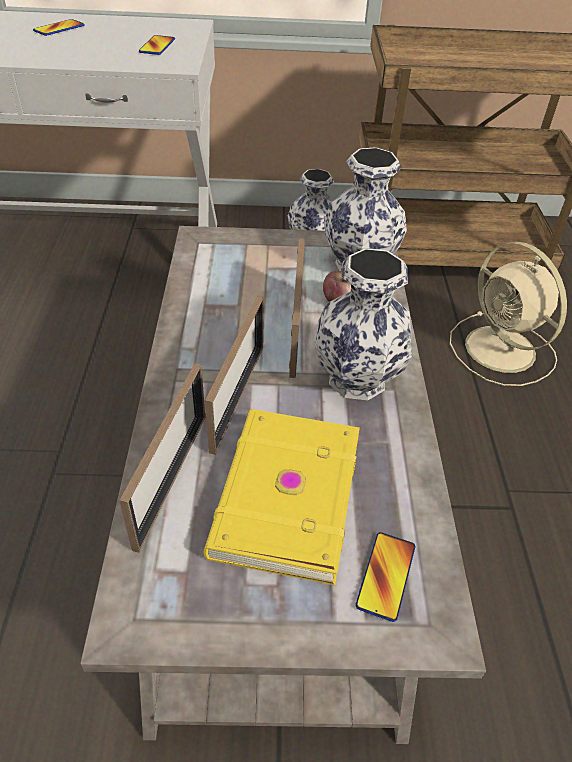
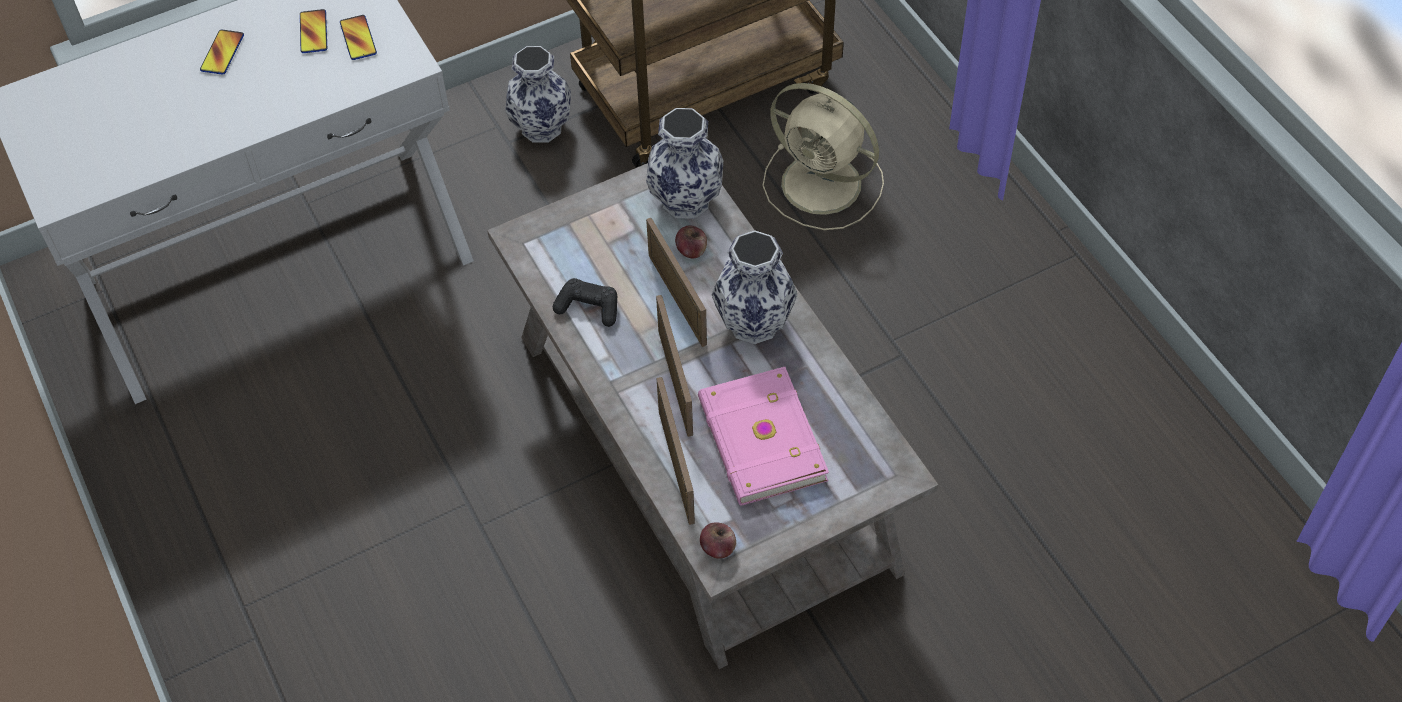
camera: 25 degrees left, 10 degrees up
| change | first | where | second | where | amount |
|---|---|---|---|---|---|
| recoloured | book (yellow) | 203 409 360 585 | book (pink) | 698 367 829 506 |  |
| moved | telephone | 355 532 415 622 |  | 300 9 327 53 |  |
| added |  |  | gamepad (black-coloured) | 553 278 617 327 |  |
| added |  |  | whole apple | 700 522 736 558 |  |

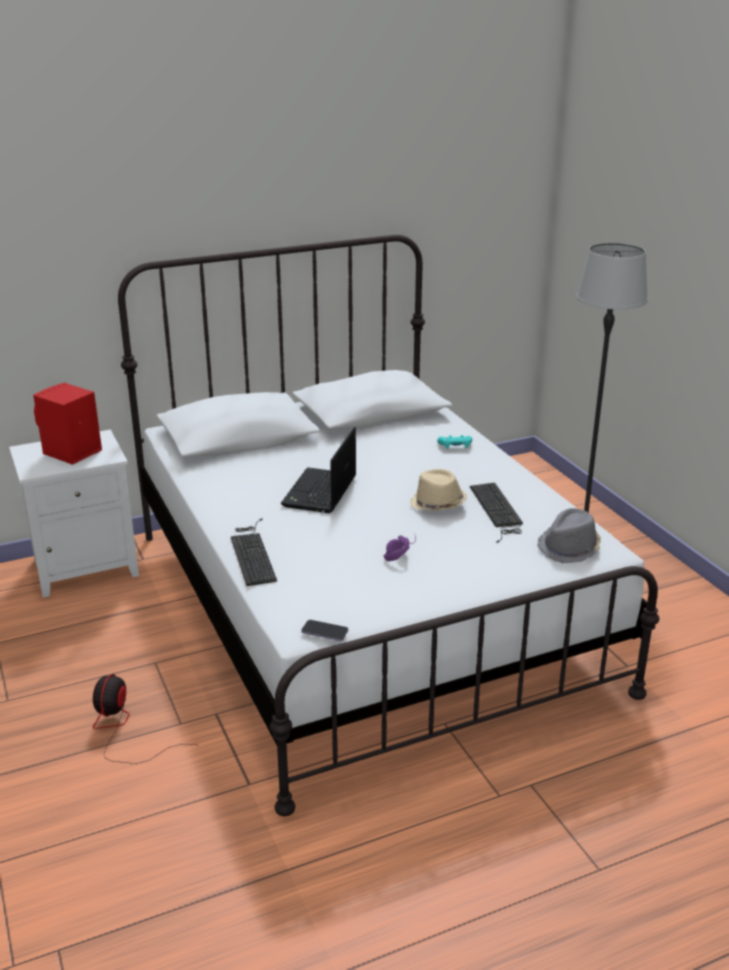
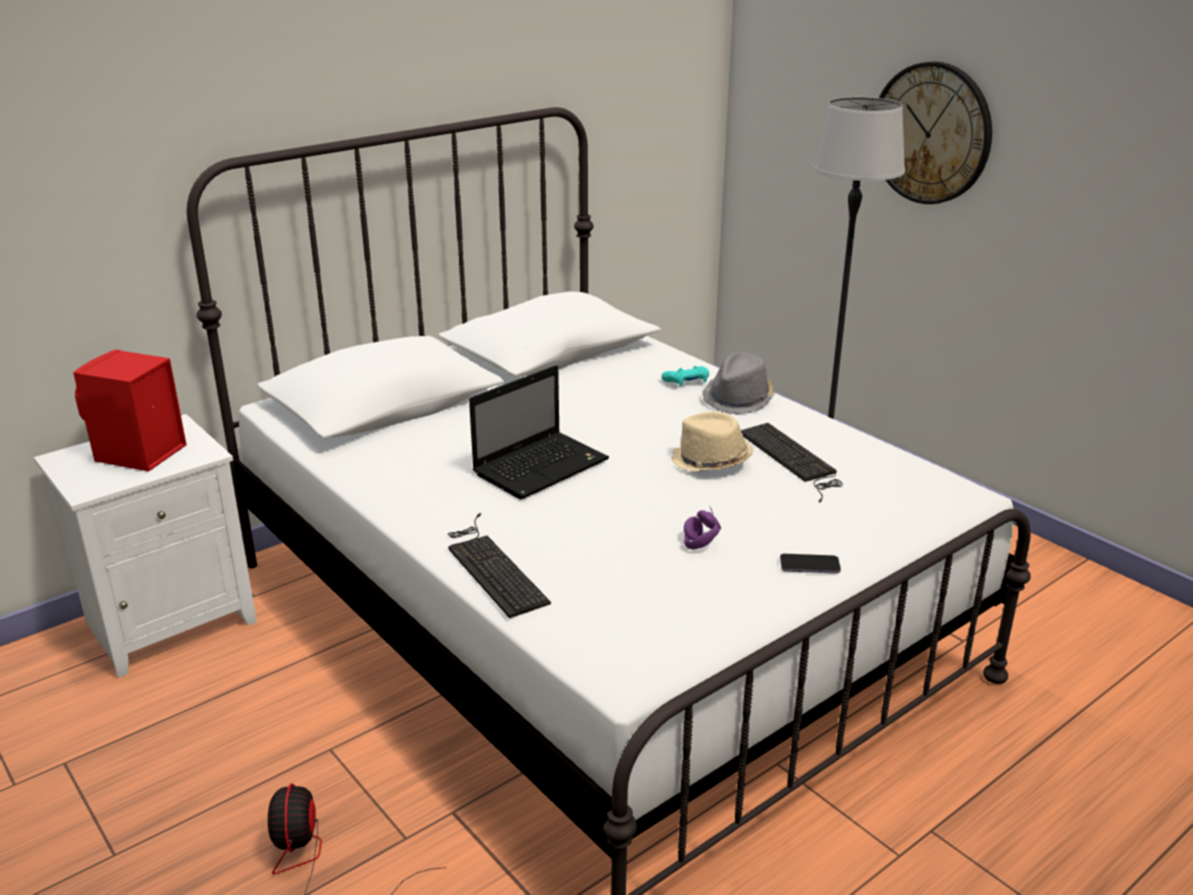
camera: 15 degrees left, 0 degrees up
| change | first | where | second | where | amount |
|---|---|---|---|---|---|
| turned | laptop | 281 427 356 513 |  | 469 365 609 499 | 135 degrees counterclockwise |
| moved | hat (gray) | 537 508 601 563 |  | 702 352 775 415 |  |
| moved | telephone | 302 620 348 641 |  | 780 554 841 574 |  |
| added |  |  | clock on the wall | 879 61 992 204 |  |

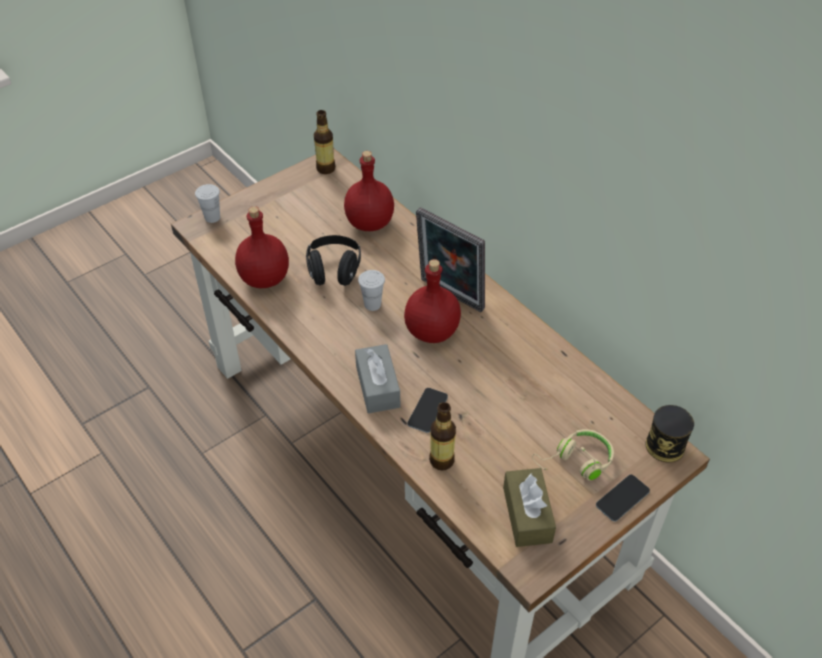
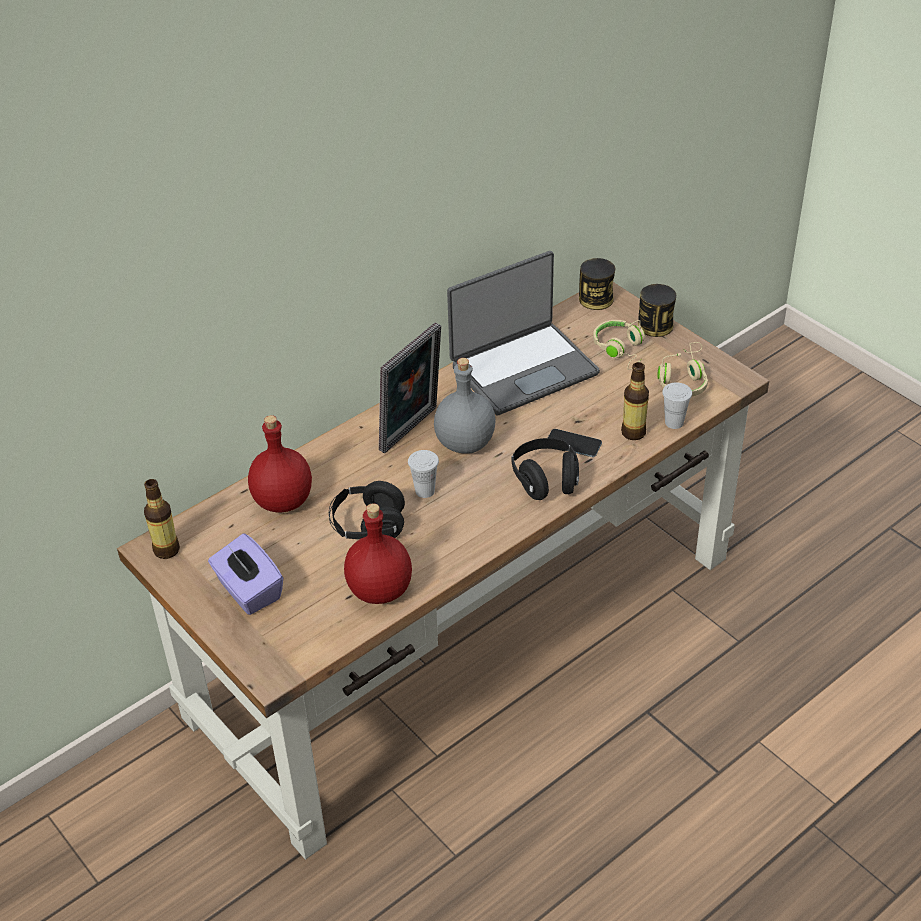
camera: 90 degrees left, 5 degrees down
| change | first | where | second | where | amount |
|---|---|---|---|---|---|
| moved | small cup (white-coloured) | 195 184 220 223 |  | 662 382 692 429 |  |
| recoloured | bottle (reddish) | 404 259 461 343 | bottle (gray) | 434 358 496 454 |  |
| replaced | box of tissues (gray) | 355 344 400 414 | headset (black-coloured) | 512 438 579 500 |  |
| replaced | box of tissues (brown) | 503 468 556 547 | headset (beige-coloured) | 657 342 708 396 |  |
| replaced | telephone | 596 475 650 522 | metal can | 638 284 676 337 |  |
| added |  |  | laptop | 447 251 600 416 |  |
| added |  |  | box of tissues (purple-coloured) | 208 534 283 615 |  |

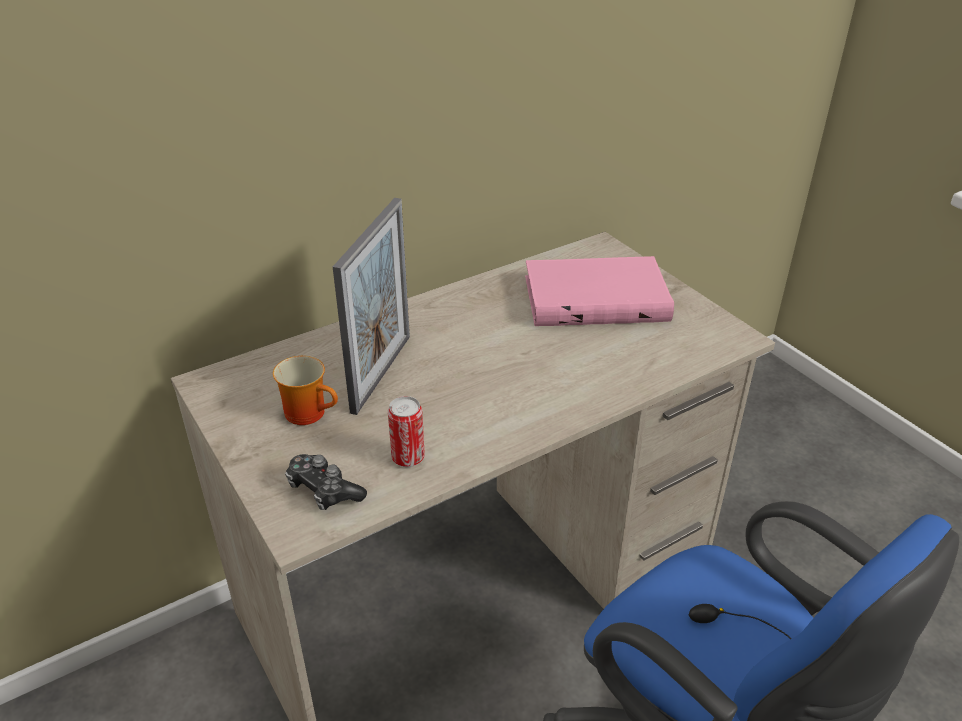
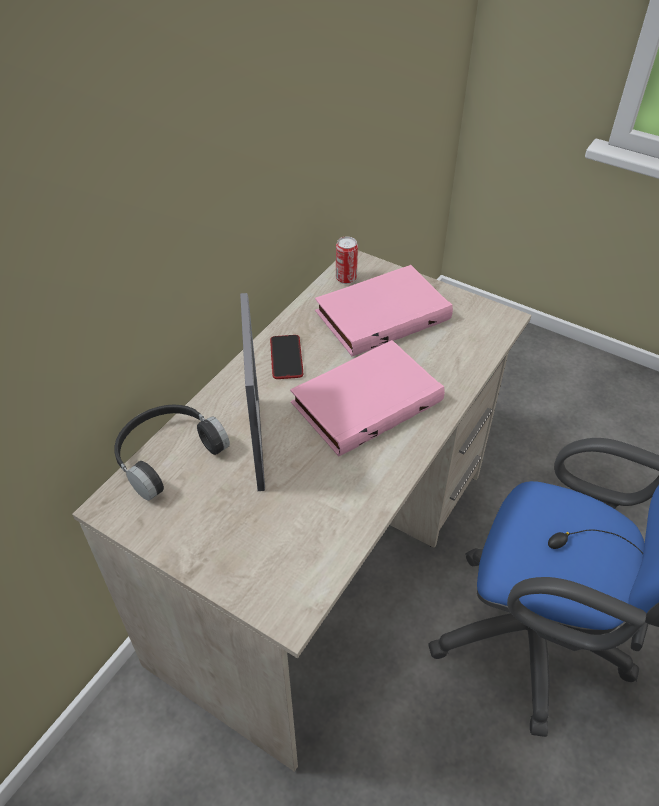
camera: 25 degrees left, 10 degrees up
| change | first | where | second | where | amount |
|---|---|---|---|---|---|
| removed | mug | 273 356 338 425 |  |  |  |
| moved | metal can | 388 396 425 467 |  | 336 236 358 284 |  |
| removed | gamepad | 285 454 367 510 |  |  |  |
| added |  |  | telephone | 270 335 303 379 |  |
| added |  |  | book (pink) | 290 340 445 457 |  |
| added |  |  | headset (black-coloured) | 114 405 230 501 |  |

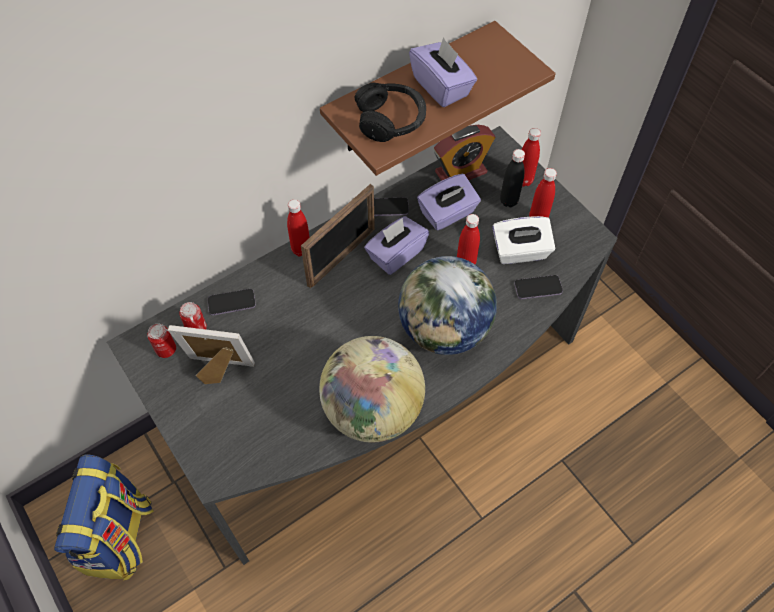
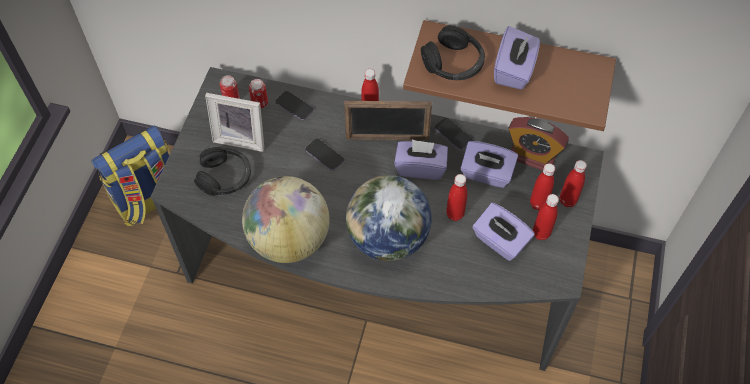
camera: 50 degrees right, 0 degrees up
| change | first | where | second | where | amount |
|---|---|---|---|---|---|
| recoloured | bottle (black-coloured) | 500 149 525 207 | bottle (reddish) | 530 163 555 210 |  |
| recoloured | box of tissues (white-coloured) | 492 216 555 264 | box of tissues (purple-coloured) | 472 203 535 261 |  |
| moved | telephone | 514 275 563 299 |  | 305 138 344 171 |  |
| turned | picture frame | 168 325 255 384 |  | 205 93 264 152 | 135 degrees clockwise |
| added |  |  | headset (black-coloured) | 194 147 251 196 |  |

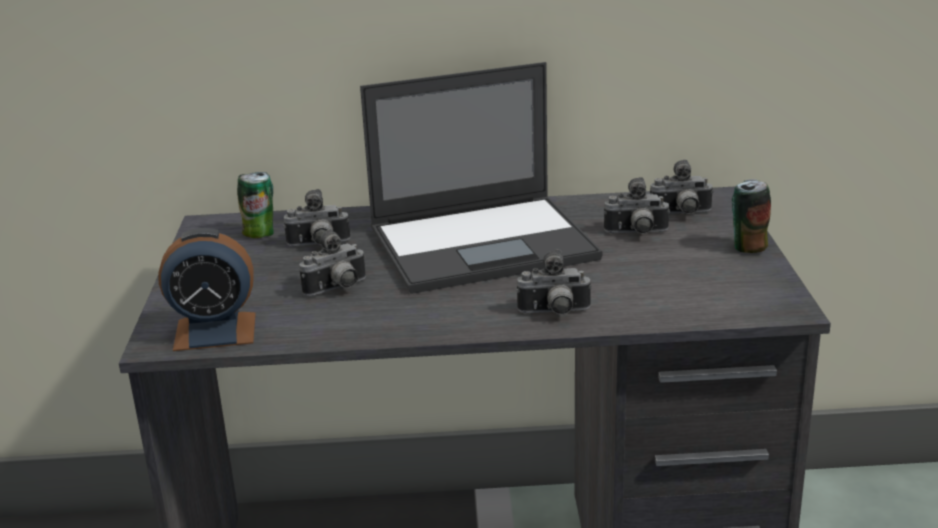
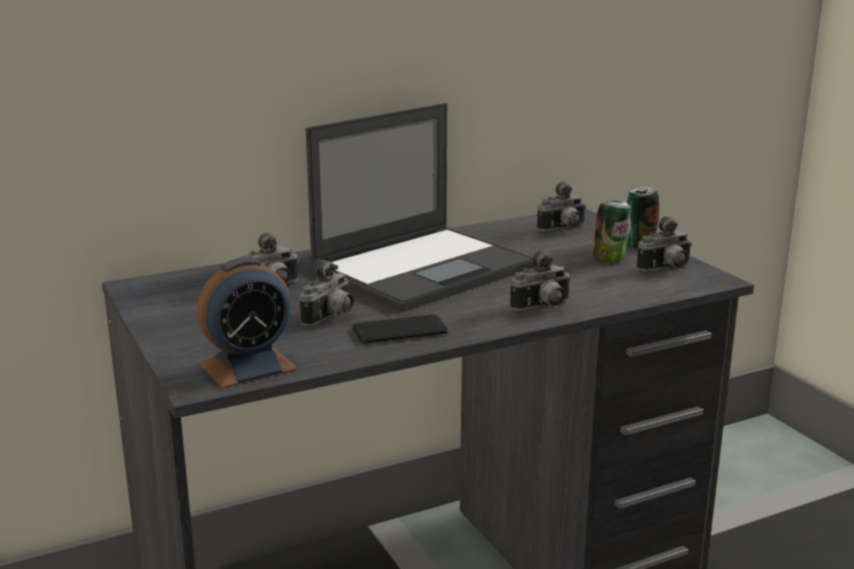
camera: 25 degrees left, 5 degrees down
| change | first | where | second | where | amount |
|---|---|---|---|---|---|
| moved | metal can | 237 172 274 238 |  | 593 200 631 262 |  |
| moved | photo camera | 604 177 670 234 |  | 636 216 692 272 |  |
| added |  |  | telephone | 352 314 448 344 |  |

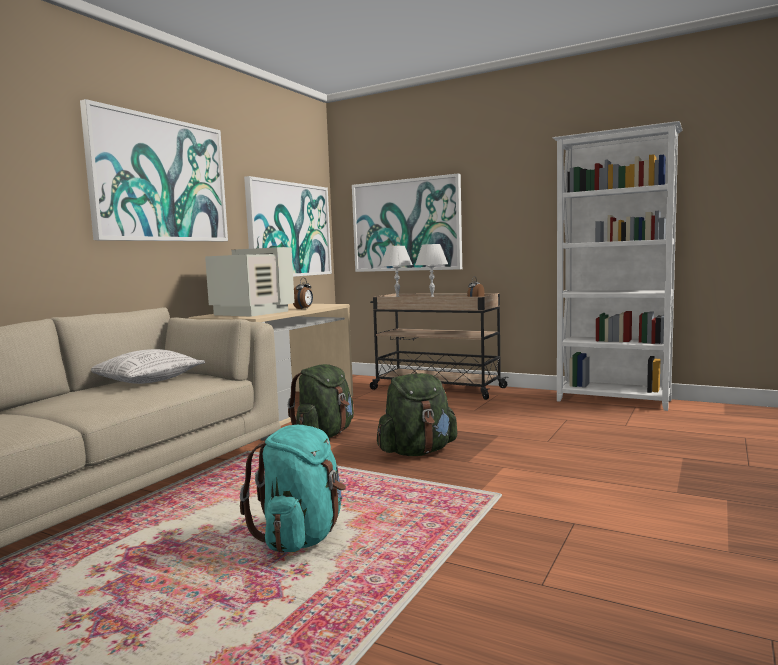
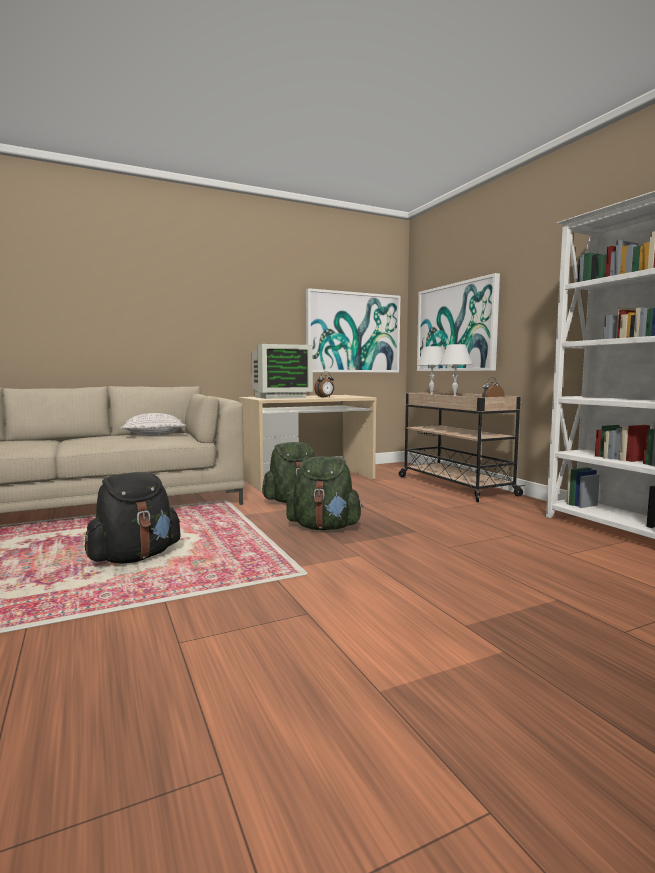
camera: 35 degrees right, 0 degrees up
| change | first | where | second | where | amount |
|---|---|---|---|---|---|
| removed | wall art | 80 99 228 241 |  |  |  |
| turned | monitor | 205 247 295 317 |  | 251 344 313 399 | 90 degrees clockwise |
| recoloured | knapsack (turquoise) | 240 425 346 553 | knapsack (black-coloured) | 85 472 181 564 |  |

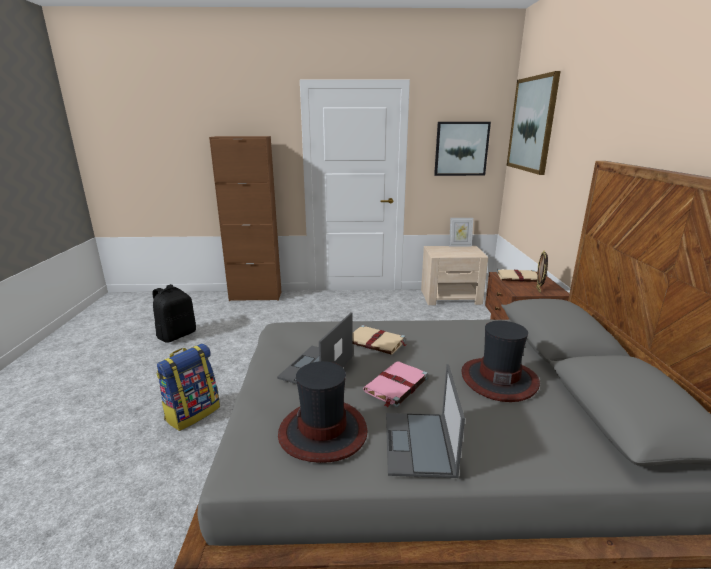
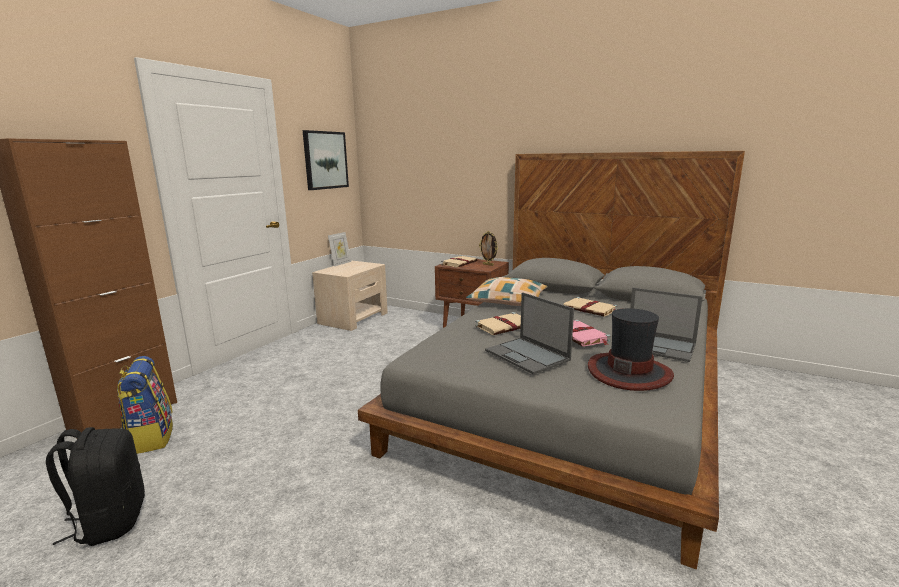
camera: 60 degrees left, 5 degrees down
| change | first | where | second | where | amount |
|---|---|---|---|---|---|
| removed | wall art | 507 71 561 175 |  |  |  |
| replaced | hat | 461 321 540 402 | book (beige-coloured) | 563 297 618 317 |  |
| moved | knapsack | 156 344 220 431 |  | 117 356 173 454 |  |
| added |  |  | pillow | 466 277 548 306 |  |

